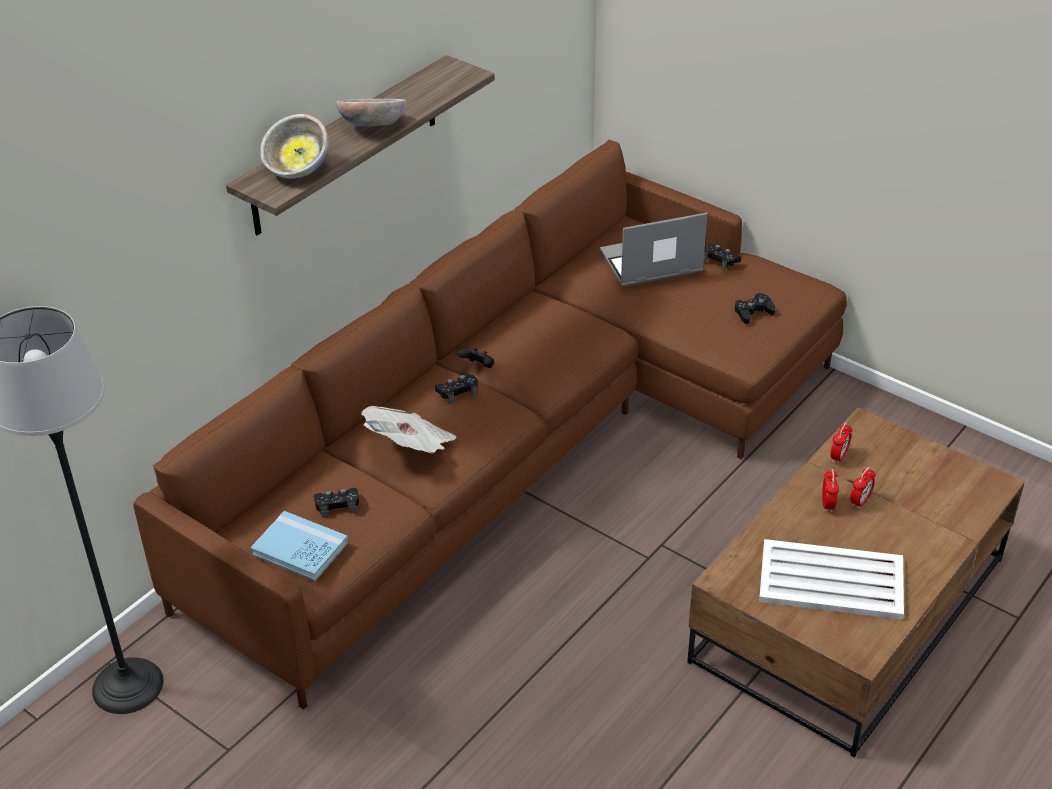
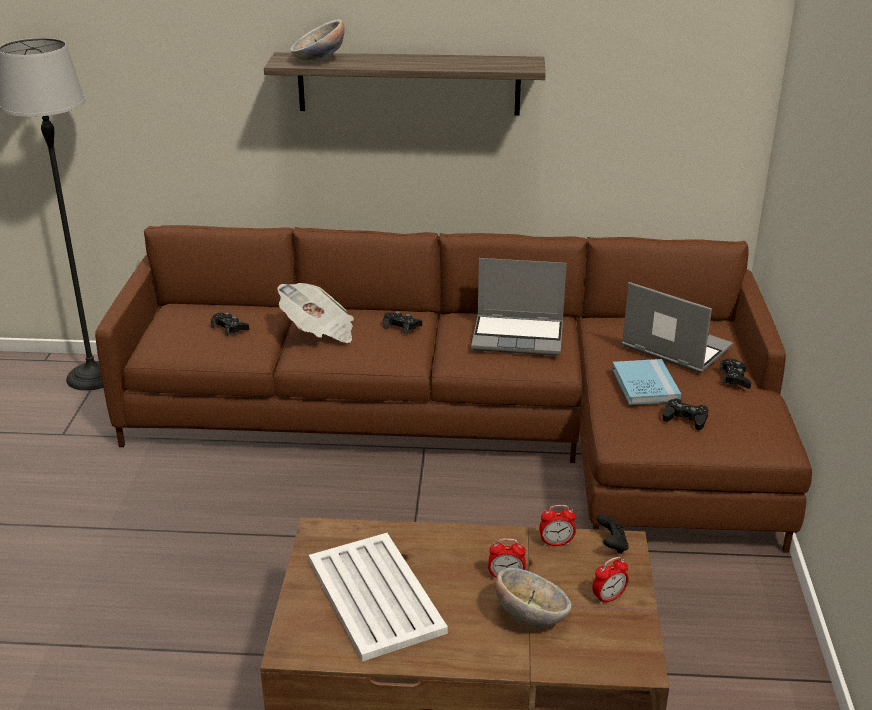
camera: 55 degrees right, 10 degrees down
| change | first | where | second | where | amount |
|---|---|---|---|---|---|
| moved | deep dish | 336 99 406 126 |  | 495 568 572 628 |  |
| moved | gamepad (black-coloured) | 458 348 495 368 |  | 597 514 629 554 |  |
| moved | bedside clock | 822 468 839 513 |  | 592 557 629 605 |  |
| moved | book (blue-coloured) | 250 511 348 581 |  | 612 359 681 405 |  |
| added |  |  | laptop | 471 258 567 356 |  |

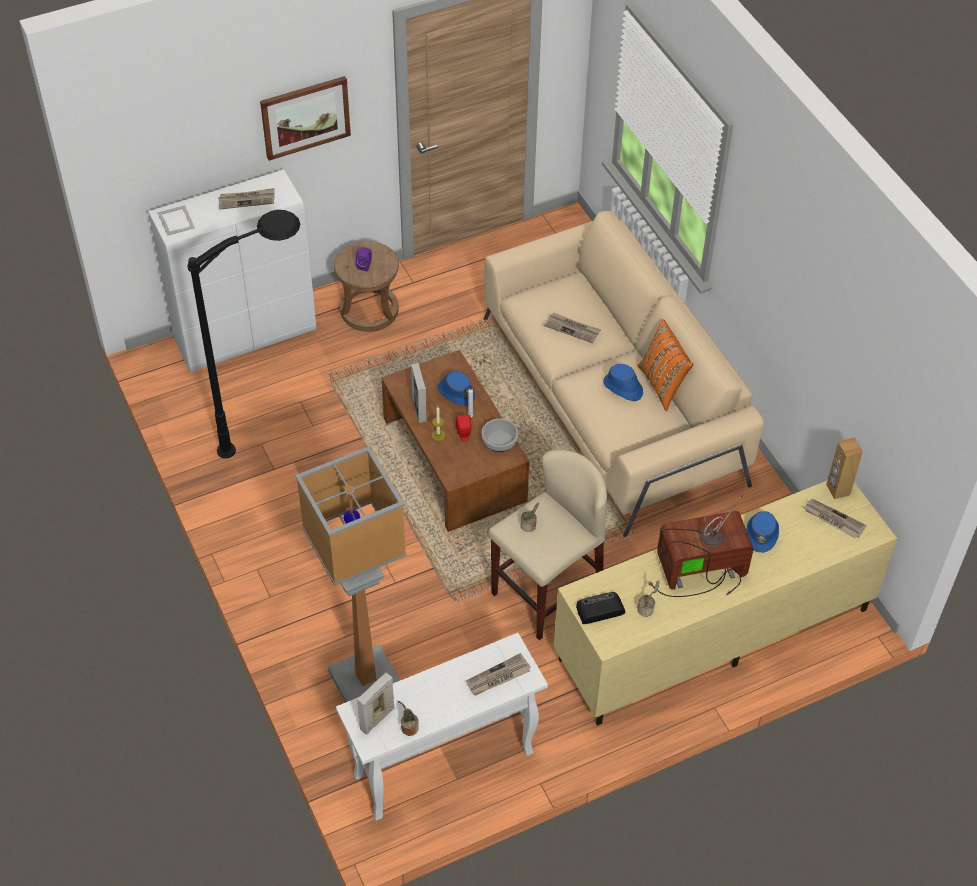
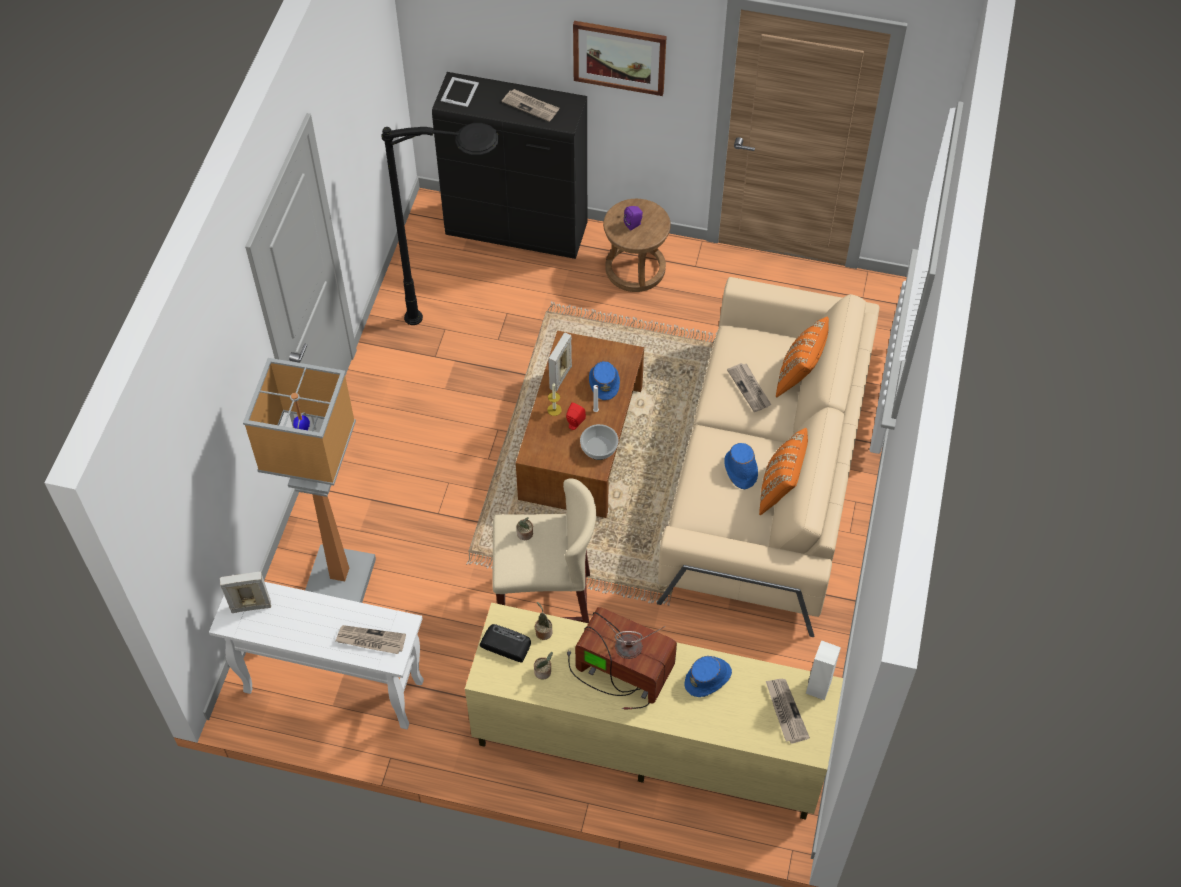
camera: 40 degrees right, 5 degrees up
| change | first | where | second | where | amount |
|---|---|---|---|---|---|
| recoloured | cupboard (white-coloured) | 148 170 316 372 | cupboard (black-coloured) | 432 72 587 259 |  |
| recoloured | loudspeaker (brown) | 826 437 863 499 | loudspeaker (white-coloured) | 806 640 841 700 |  |
| moved | plant in a pot | 398 701 419 736 |  | 535 602 552 640 |  |
| added |  |  | pillow (orangey) | 776 317 829 397 |  |

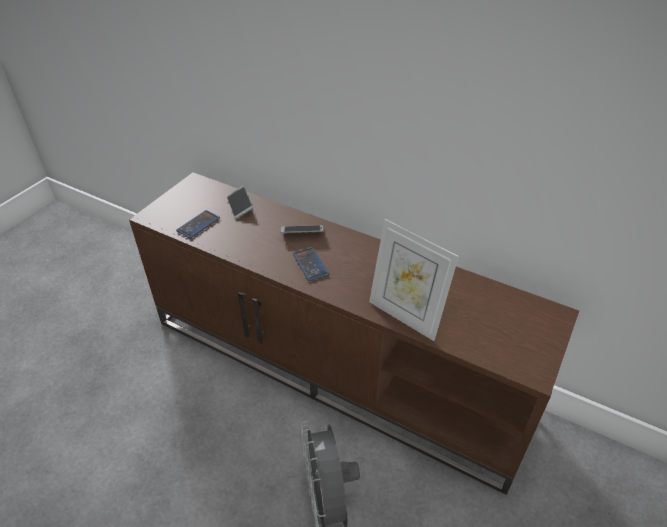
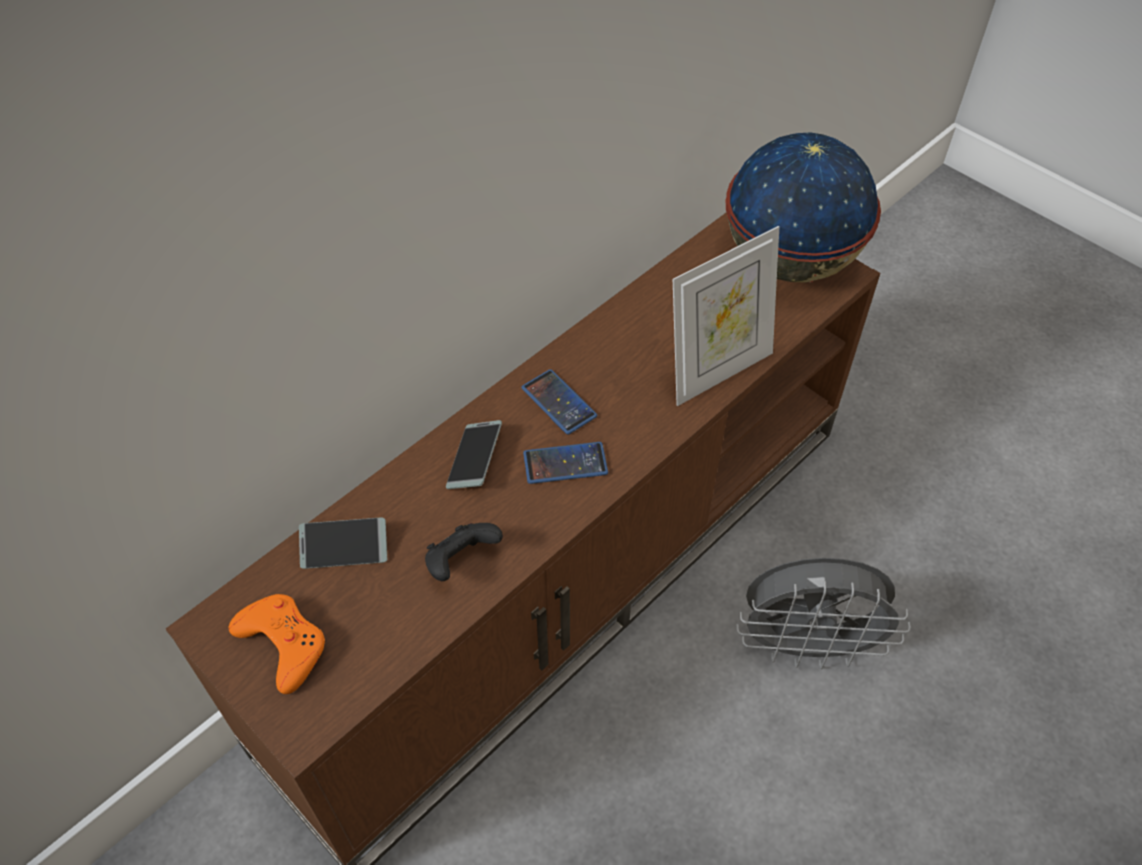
camera: 75 degrees left, 10 degrees up
| change | first | where | second | where | amount |
|---|---|---|---|---|---|
| moved | telephone | 176 210 220 239 |  | 521 369 597 434 |  |
| added |  |  | world globe | 726 133 881 283 |  |
| added |  |  | gamepad (black-coloured) | 425 523 503 581 |  |
| added |  |  | gamepad (orangey) | 229 594 325 694 |  |

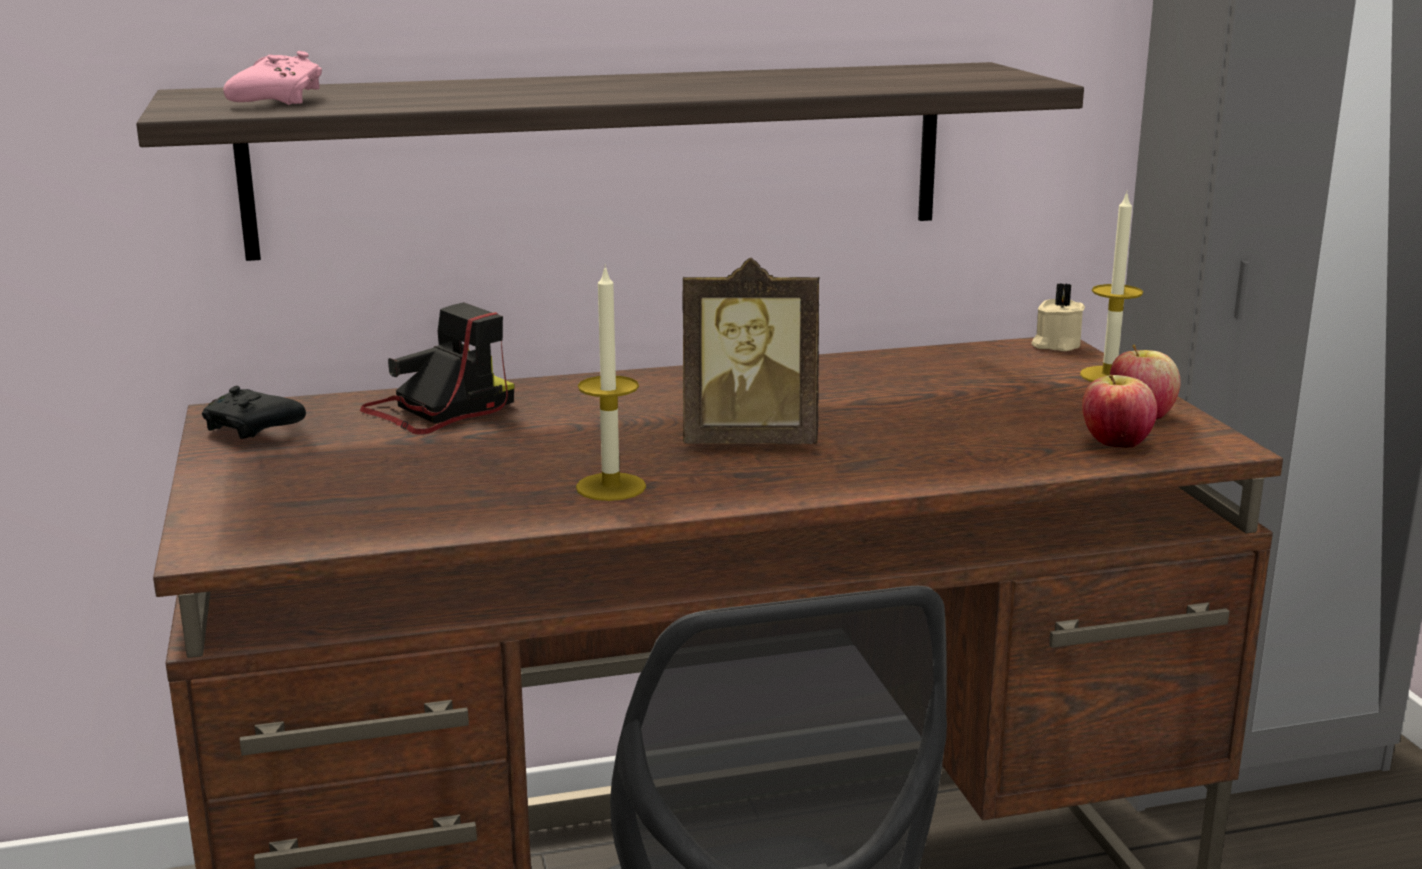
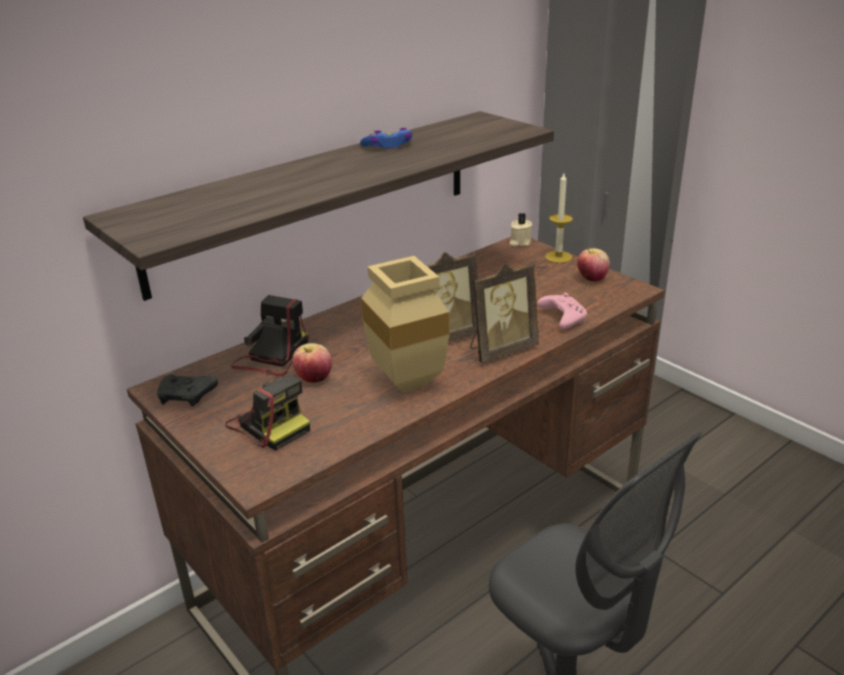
camera: 25 degrees left, 10 degrees up
| change | first | where | second | where | amount |
|---|---|---|---|---|---|
| moved | gamepad (pink) | 223 51 322 105 |  | 537 293 587 329 |  |
| replaced | wax light | 576 265 646 501 | flower vase (beige-coloured) | 361 256 450 393 |  |
| moved | whole apple | 1082 375 1157 448 |  | 292 343 332 383 |  |
| added |  |  | gamepad (blue-coloured) | 360 128 413 149 |  |
| added |  |  | picture frame | 470 263 539 363 |  |
| added |  |  | photo camera | 225 375 310 451 |  |

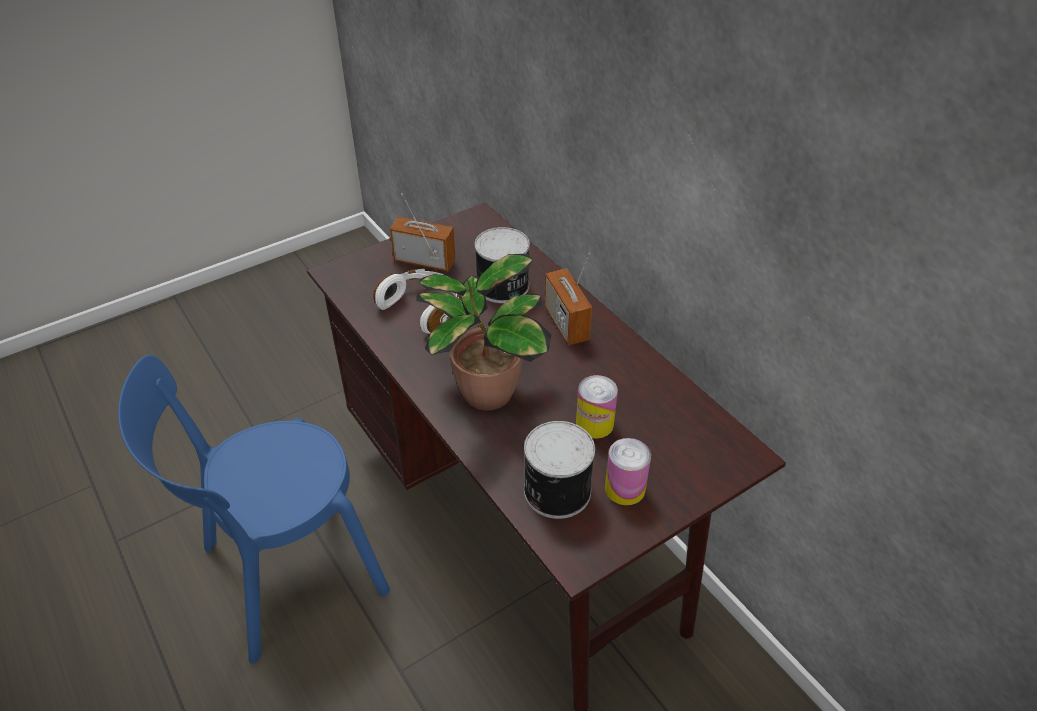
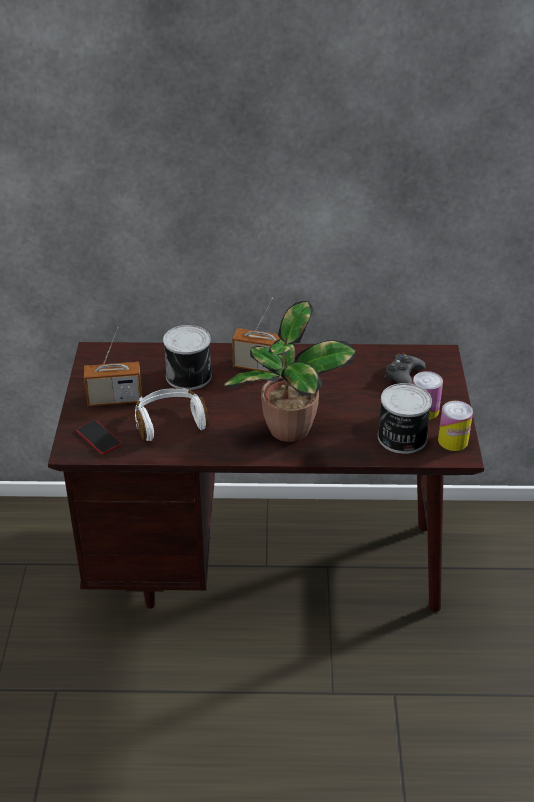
camera: 55 degrees left, 5 degrees down
| change | first | where | second | where | amount |
|---|---|---|---|---|---|
| turned | radio set | 390 193 456 271 |  | 84 327 142 406 | 150 degrees counterclockwise |
| removed | upright chair (blue-coloured) | 118 355 390 664 |  |  |  |
| moved | metal can | 576 375 618 438 |  | 438 401 473 451 |  |
| added |  |  | gamepad (black-coloured) | 384 353 426 384 |  |
| added |  |  | telephone | 76 420 122 454 |  |

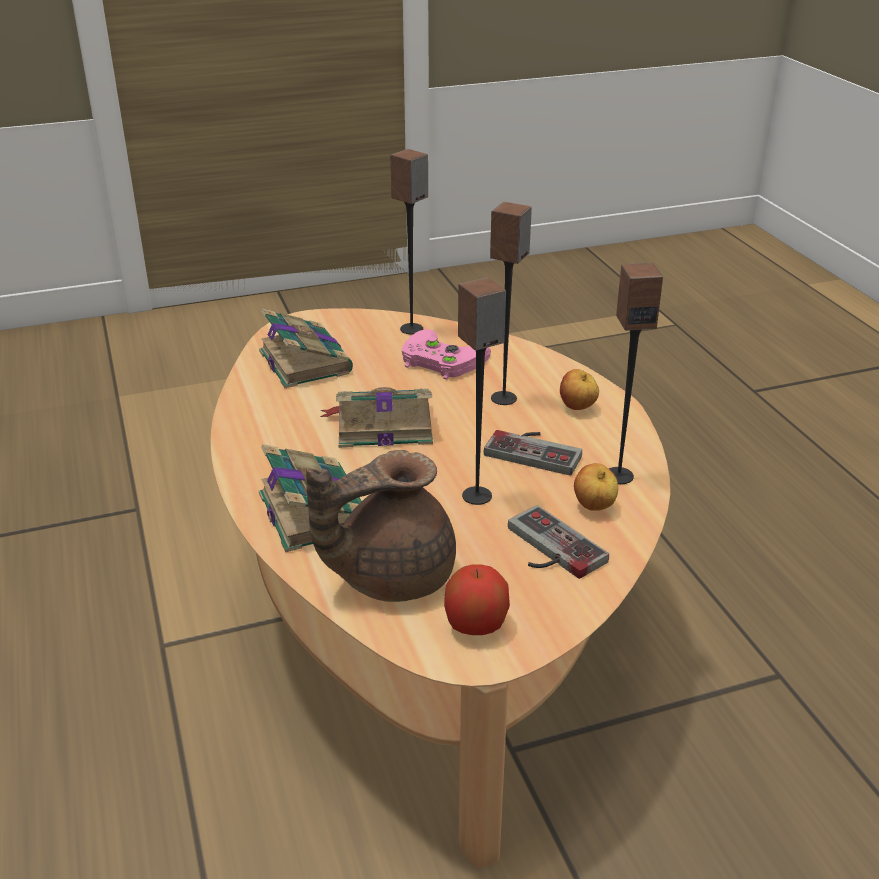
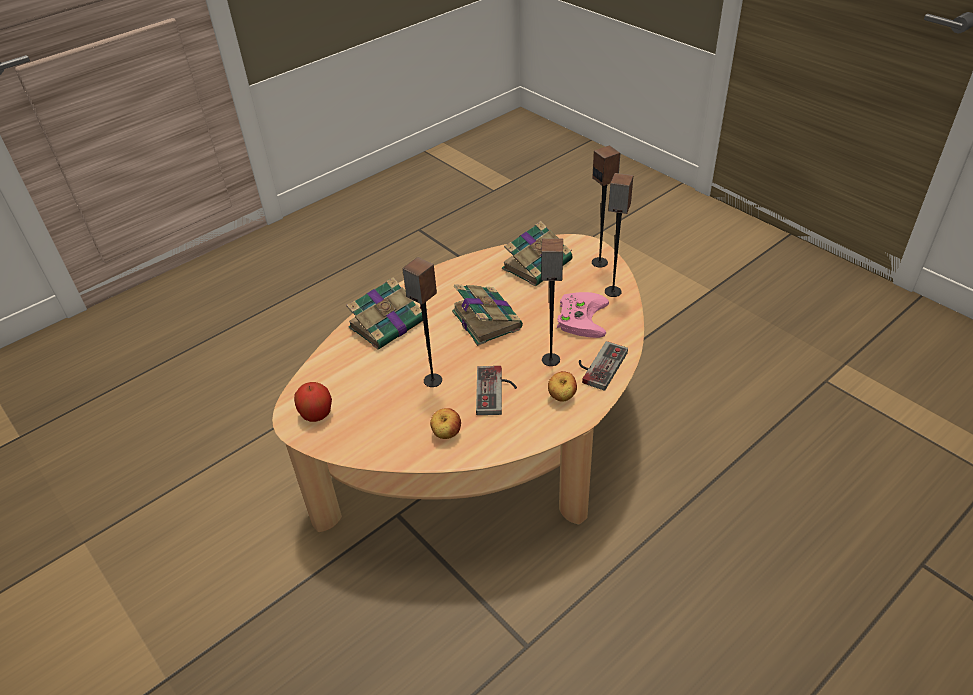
camera: 70 degrees right, 10 degrees up
| change | first | where | second | where | amount |
|---|---|---|---|---|---|
| moved | loudspeaker | 609 263 663 484 |  | 592 146 620 268 |  |
| removed | pot for tea (brown) | 306 450 456 602 |  |  |  |
| moved | gamepad | 508 505 609 579 |  | 579 341 628 391 |  |

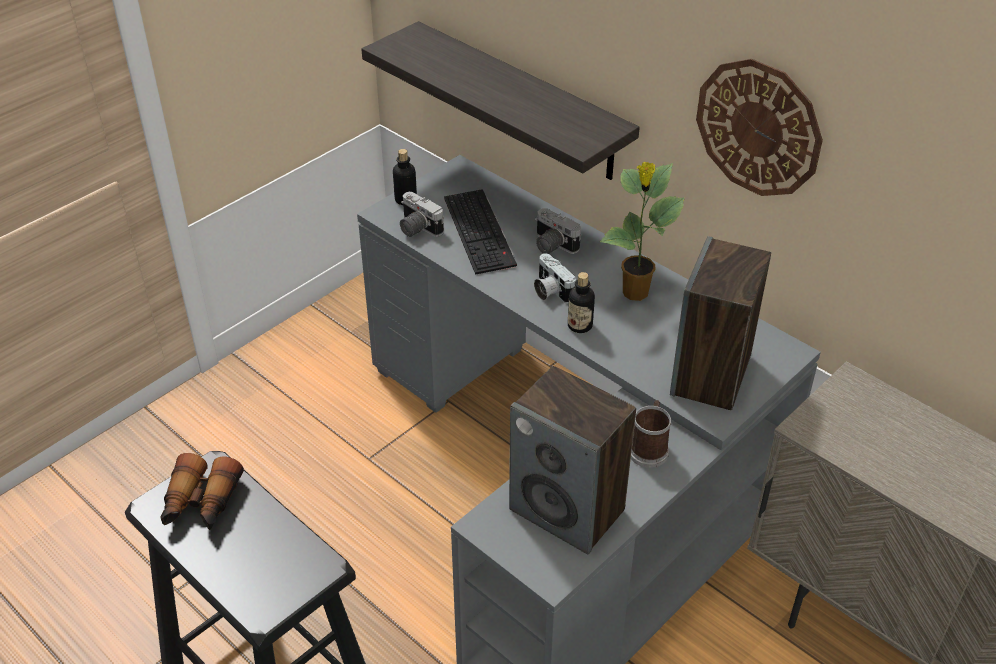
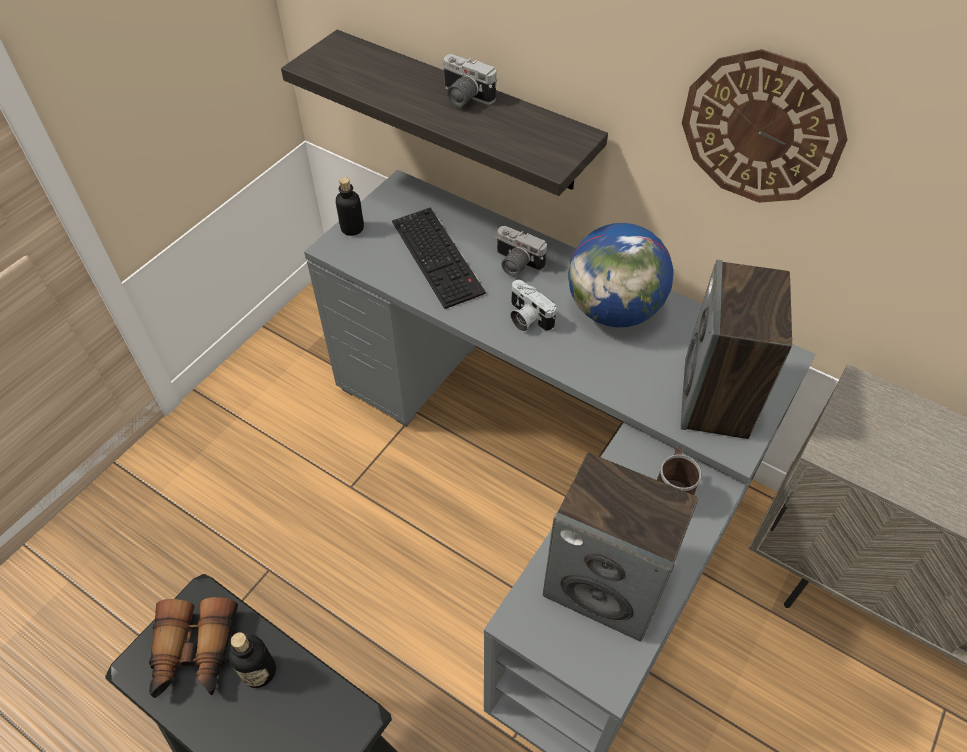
camera: 10 degrees left, 10 degrees up
| change | first | where | second | where | amount |
|---|---|---|---|---|---|
| replaced | plant in a pot | 600 162 685 301 | world globe | 568 223 673 327 |  |
| moved | photo camera | 400 192 444 237 |  | 441 54 497 107 |  |
| moved | bottle | 568 272 595 333 |  | 229 632 276 688 |  |

